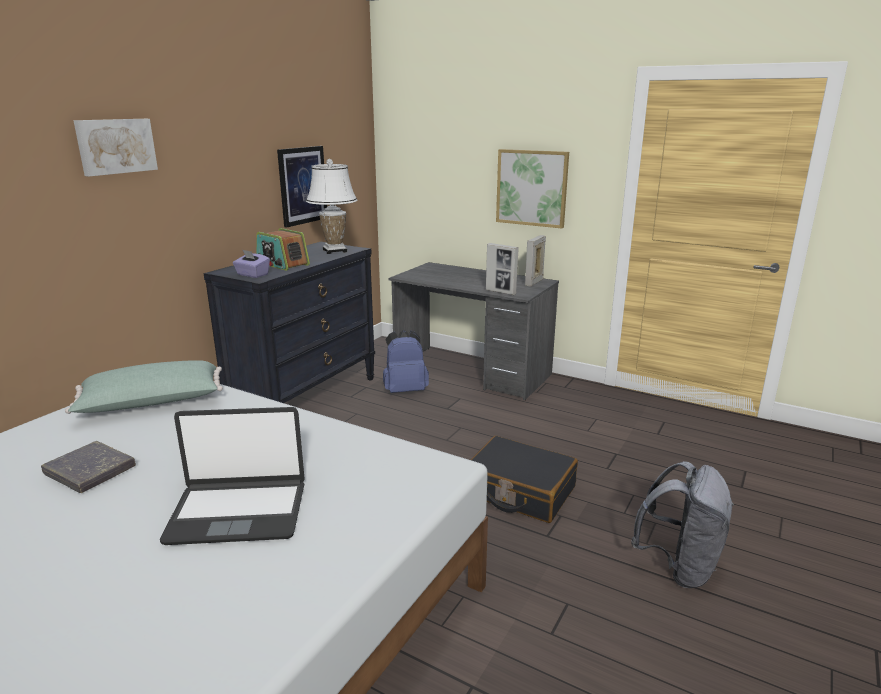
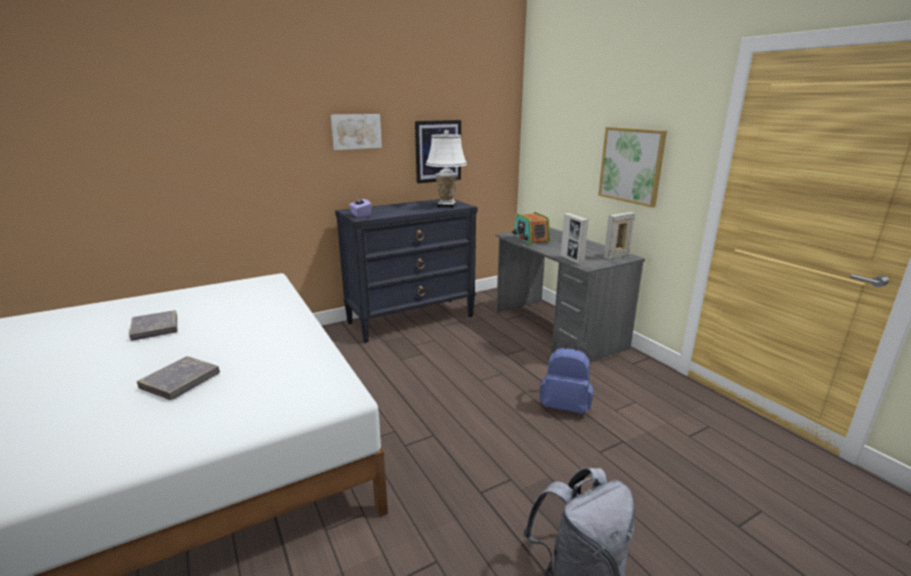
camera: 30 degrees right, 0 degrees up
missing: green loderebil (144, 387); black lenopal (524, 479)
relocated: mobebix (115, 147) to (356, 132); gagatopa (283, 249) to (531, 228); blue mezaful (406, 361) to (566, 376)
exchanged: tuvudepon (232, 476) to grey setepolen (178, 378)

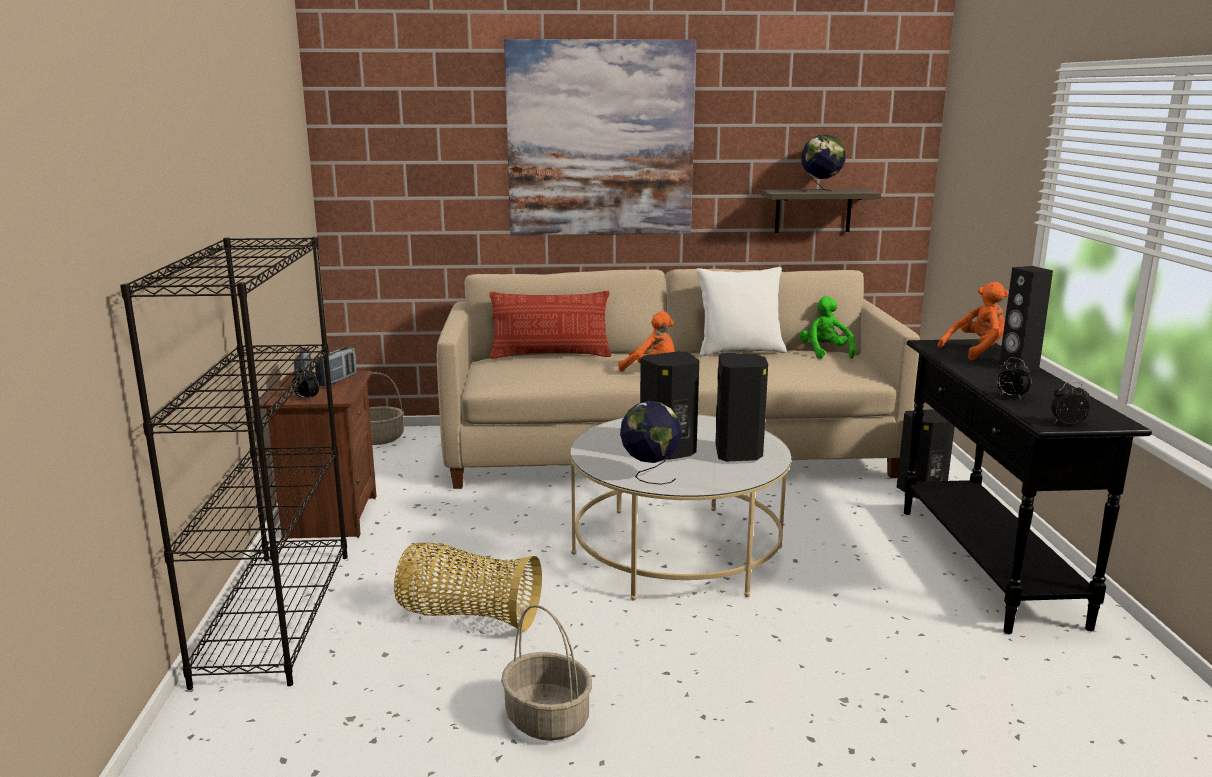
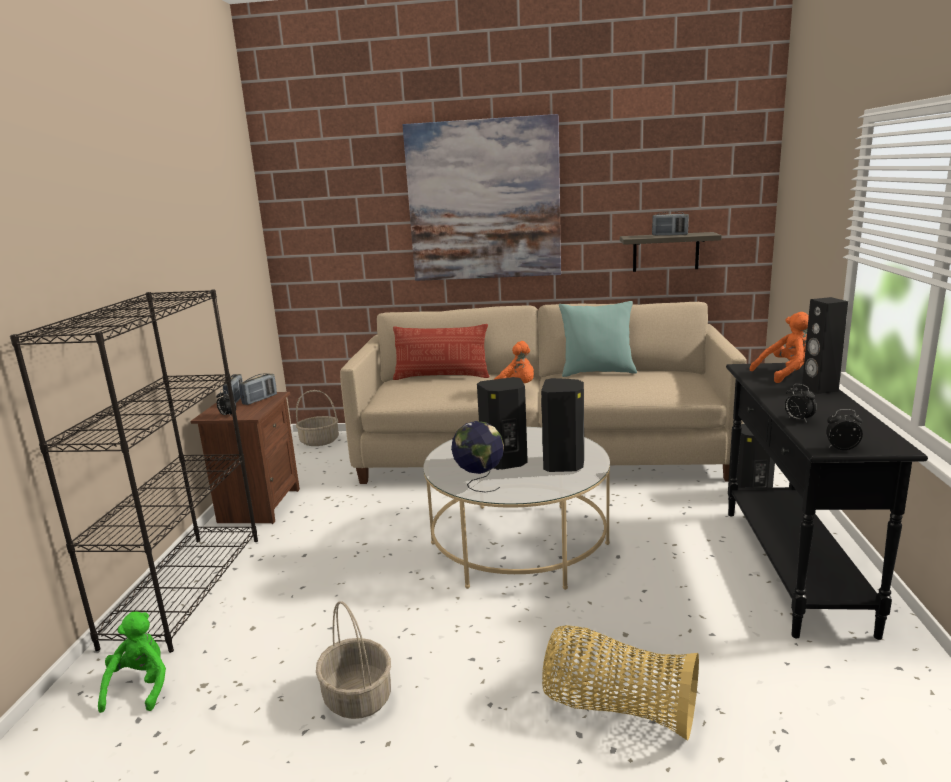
camera: 10 degrees right, 0 degrees up
relocated: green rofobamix (827, 327) to (132, 662); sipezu (468, 587) to (620, 682)
exchanged: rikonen (823, 162) to gagatopa (670, 223)
colour: white loderebil (741, 311) to turquoise loderebil (598, 339)

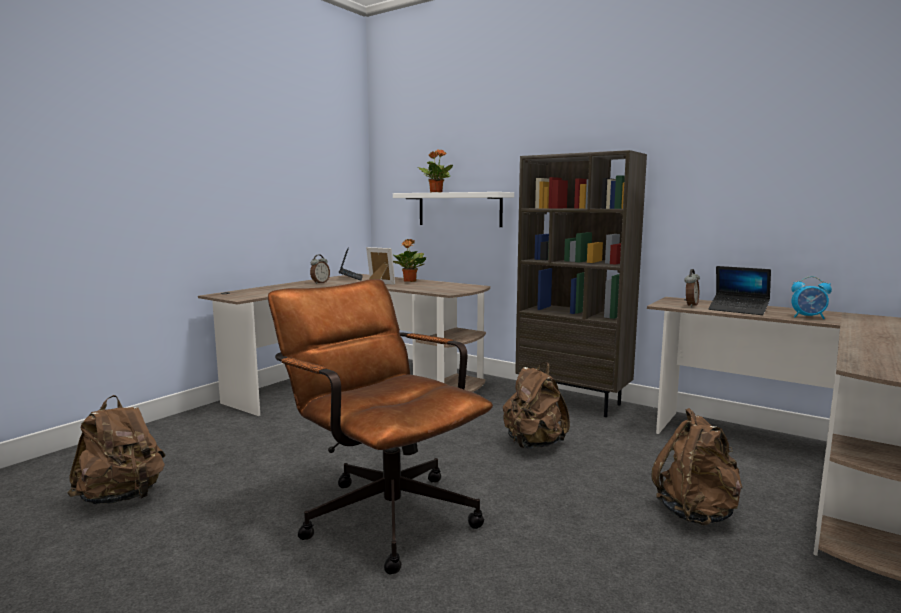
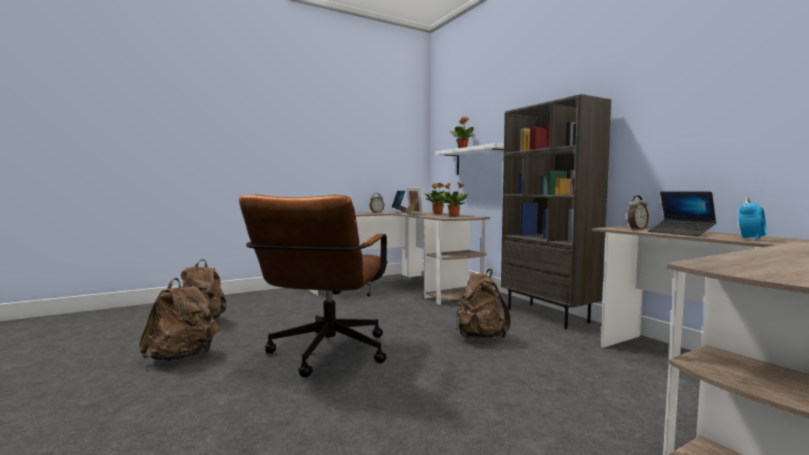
camera: 25 degrees right, 5 degrees down
appeared: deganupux (454, 199)
relocated: brown mezaful (696, 466) to (179, 320)
spun: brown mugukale (380, 427) = (313, 286) 150 degrees counterclockwise; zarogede (811, 297) = (752, 219) 90 degrees counterclockwise

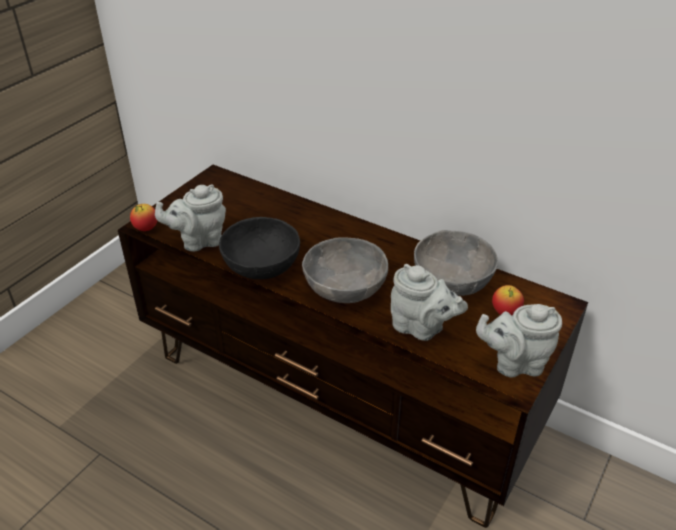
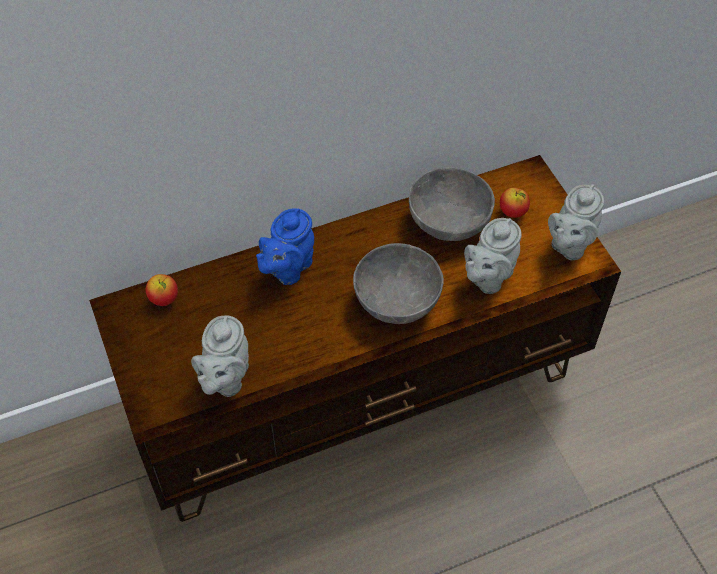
camera: 55 degrees left, 15 degrees up
missing: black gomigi (259, 248)
appeared: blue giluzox (285, 246)
relocated: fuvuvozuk (144, 217) to (162, 290)
spun: grey giluzox (429, 302) = (493, 256) 150 degrees clockwise

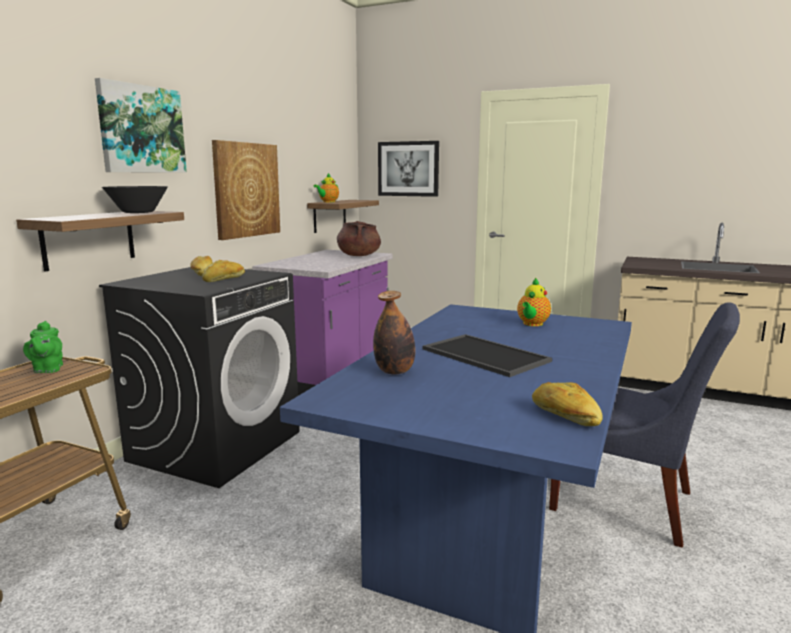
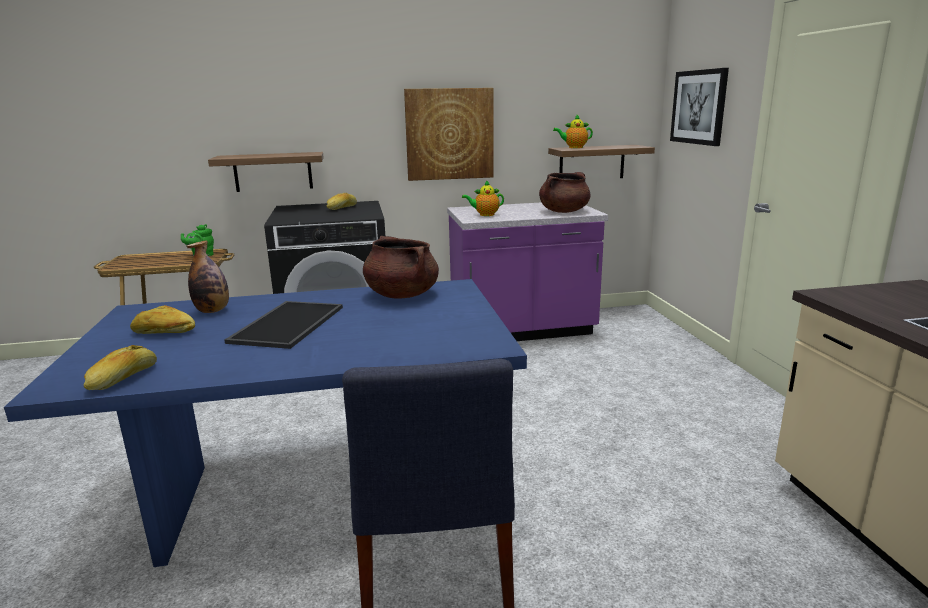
camera: 55 degrees right, 5 degrees up
missing: mobebix (141, 125); black gomigi (135, 199)
appeared: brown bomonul (401, 267)
relocated: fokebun (223, 271) to (162, 319); giluzox (534, 302) to (483, 198)

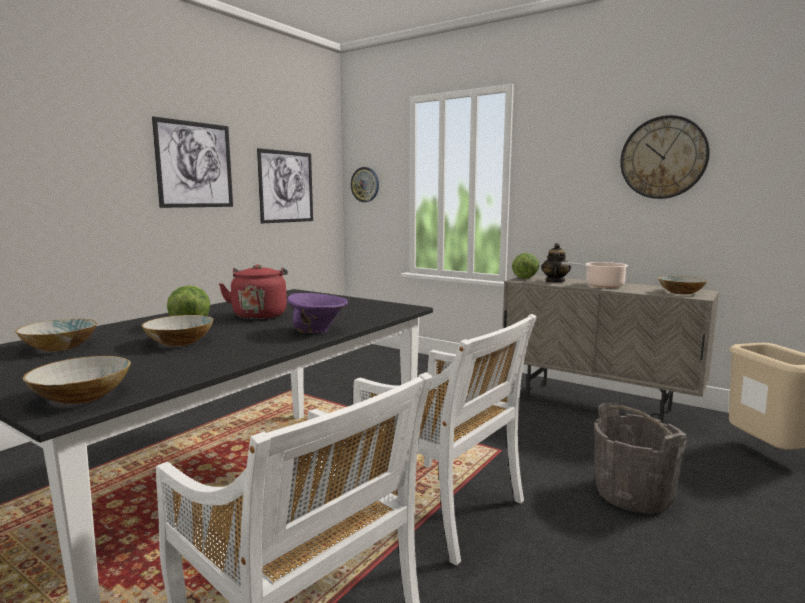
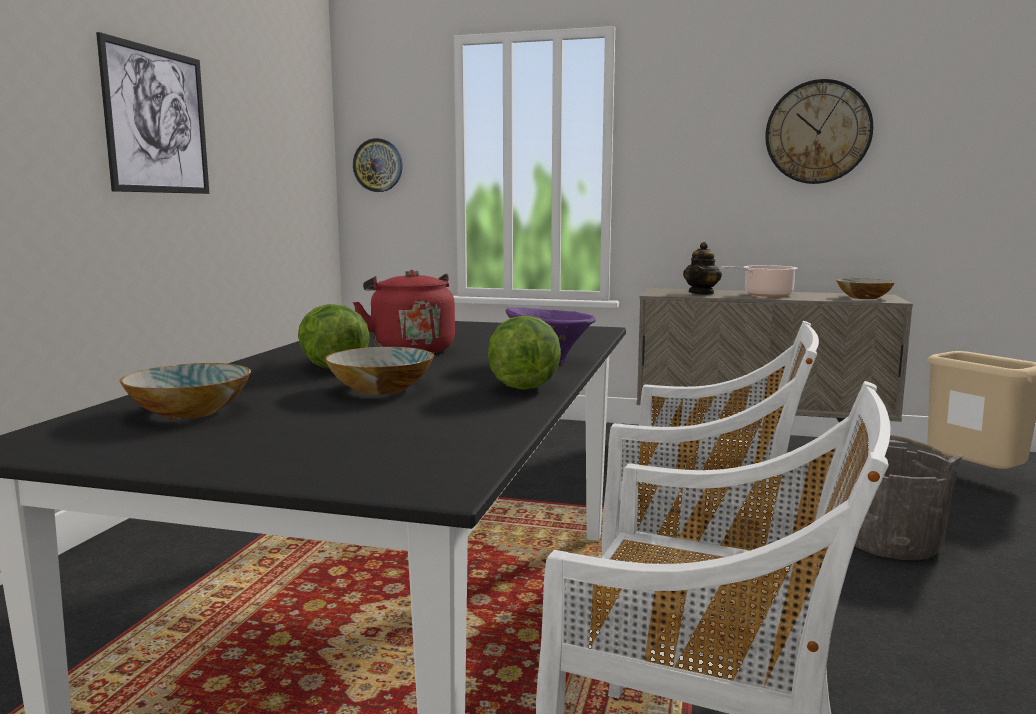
camera: 20 degrees left, 0 degrees up
missing: gomigi (76, 380); mobebix (285, 185)
relocated: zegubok (525, 266) to (524, 353)
spun: giluzox (556, 262) = (702, 268) 150 degrees counterclockwise

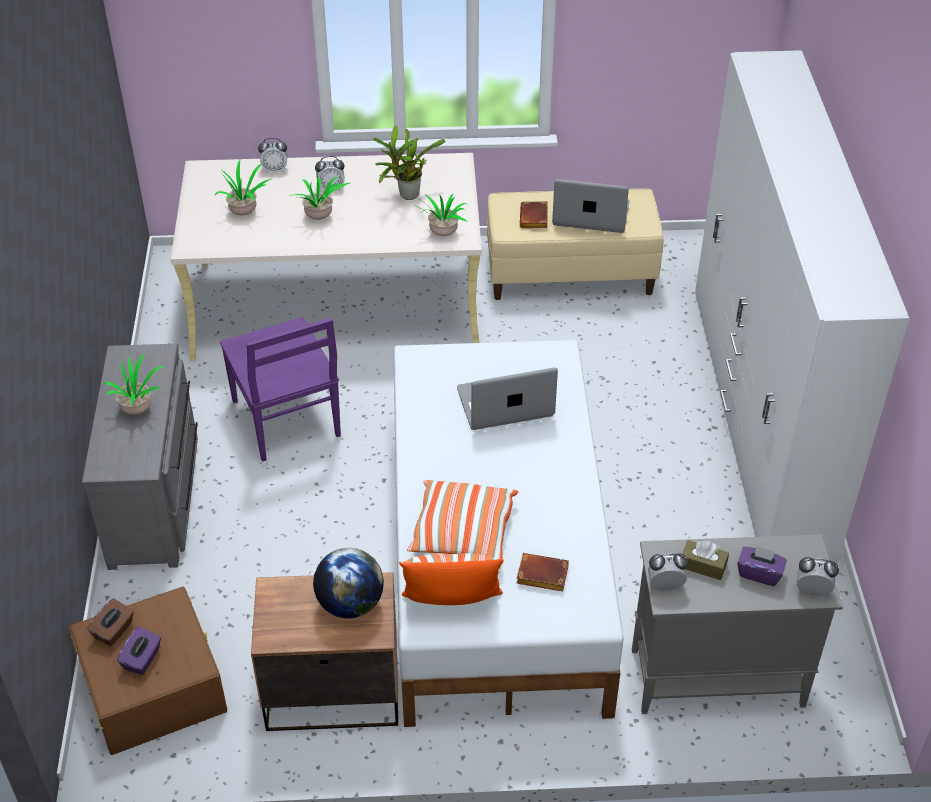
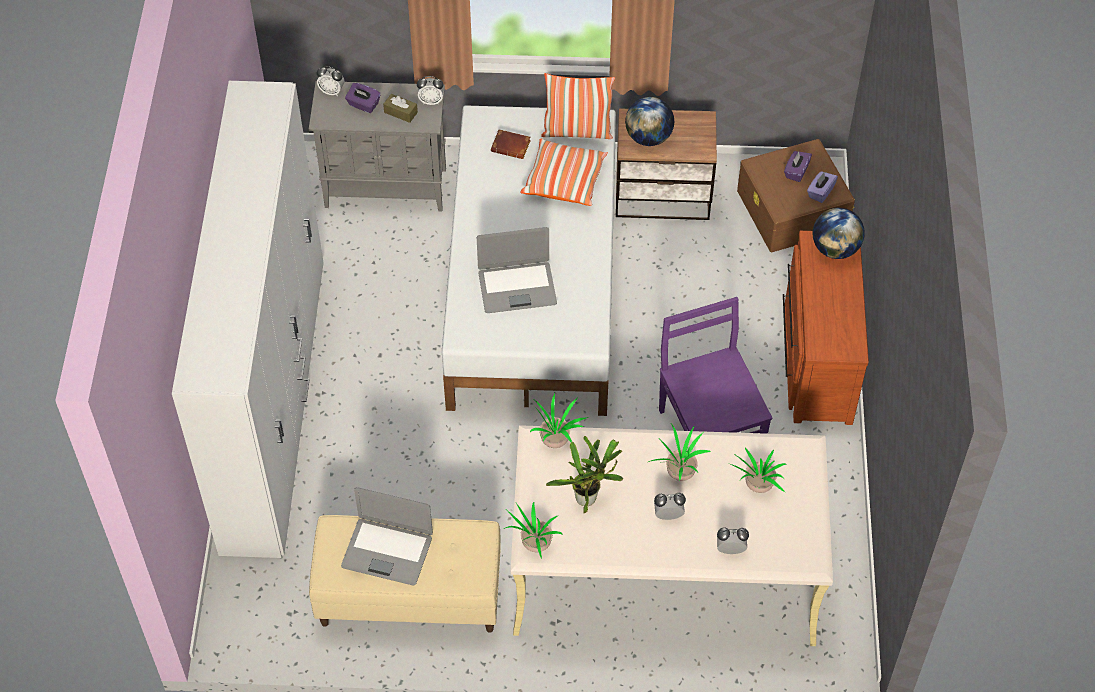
camera: 175 degrees left, 10 degrees up
missing: brown setepolen (534, 214)
appeared: rikonen (839, 233)
relocated: deganupux (134, 383) to (533, 530)
colour: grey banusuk (140, 457) to brown banusuk (826, 328); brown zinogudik (110, 622) to purple zinogudik (822, 187)

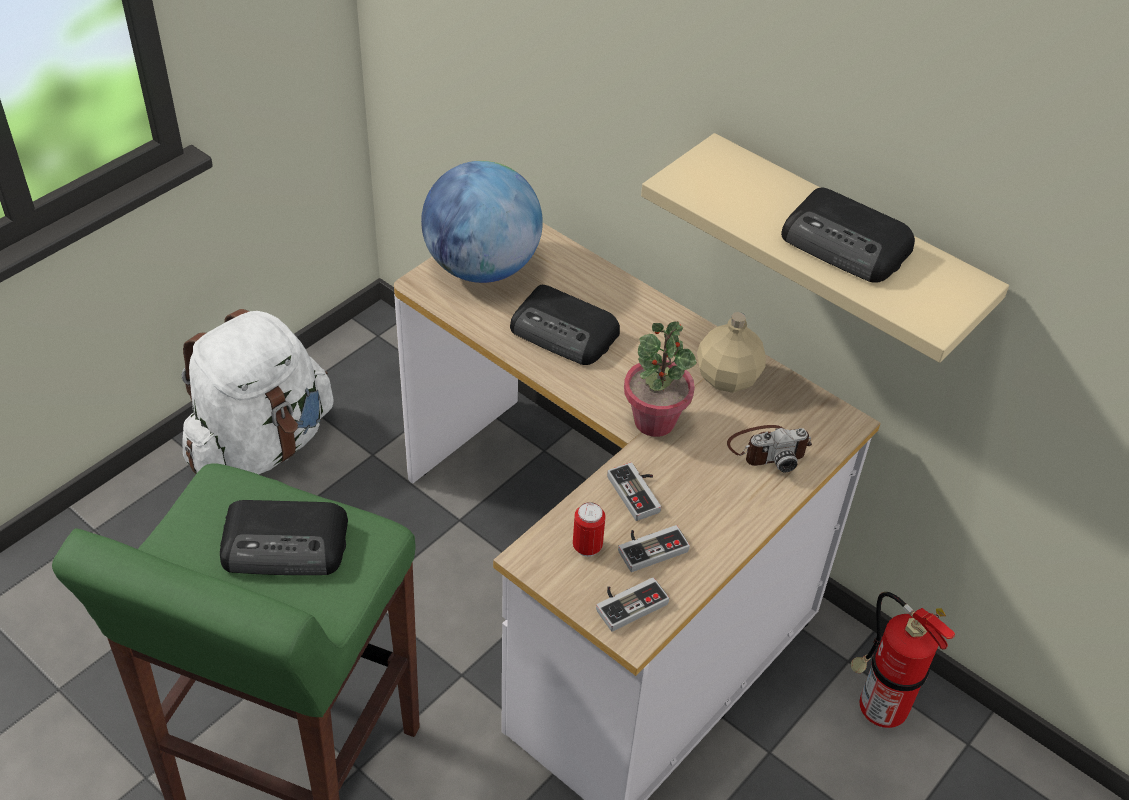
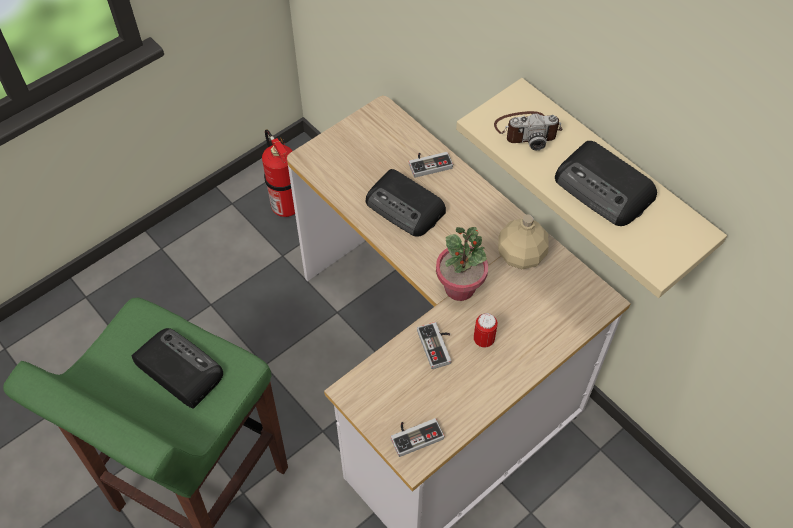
camera: 10 degrees right, 10 degrees up
missing: white mezaful (257, 391); rikonen (482, 222)
relocated: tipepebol (902, 660) to (278, 173); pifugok (654, 548) to (431, 165); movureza (589, 529) to (486, 330); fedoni (769, 449) to (528, 131)
spun: gagatopa (284, 537) = (177, 368) 150 degrees counterclockwise

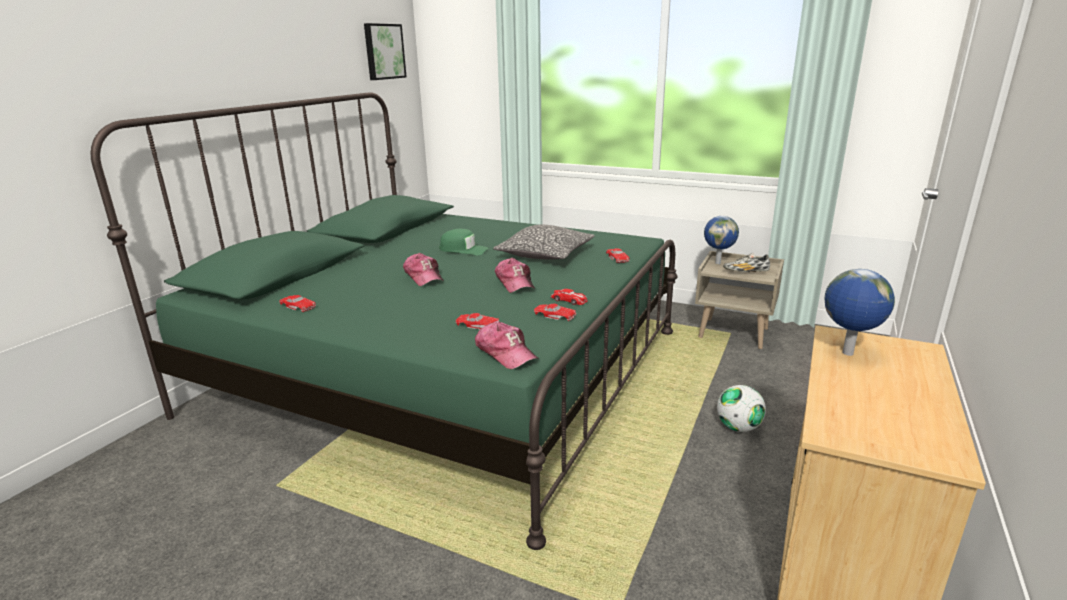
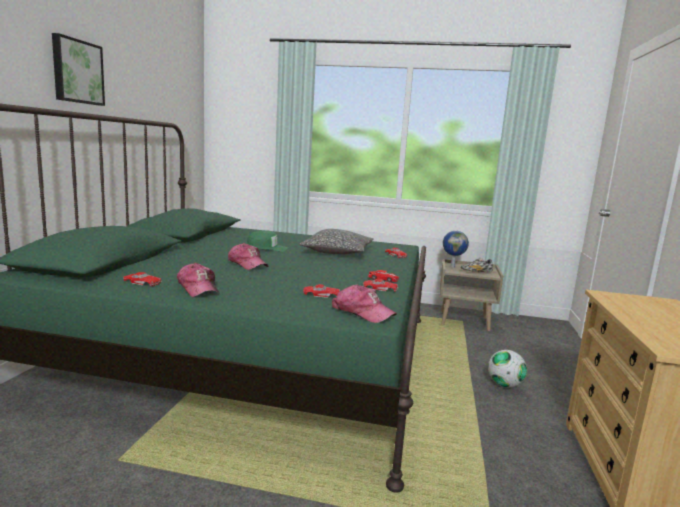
camera: 15 degrees left, 10 degrees down
missing: rikonen (860, 312)
relocated: mobebix (385, 51) to (78, 69); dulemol (515, 275) to (198, 280)

